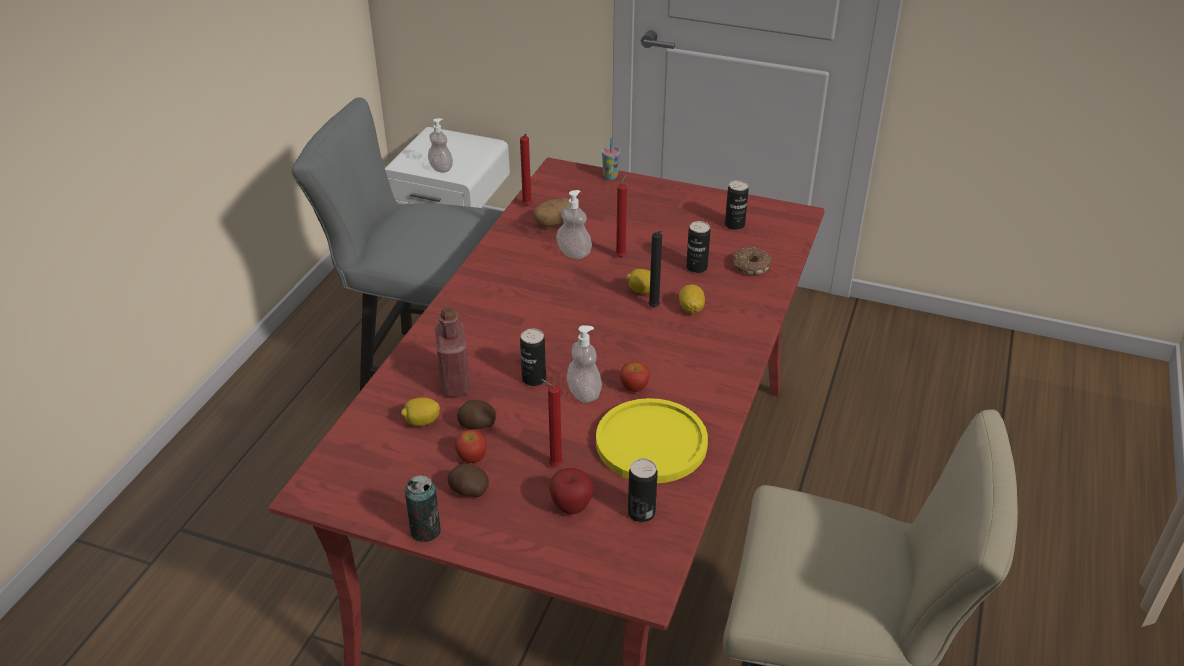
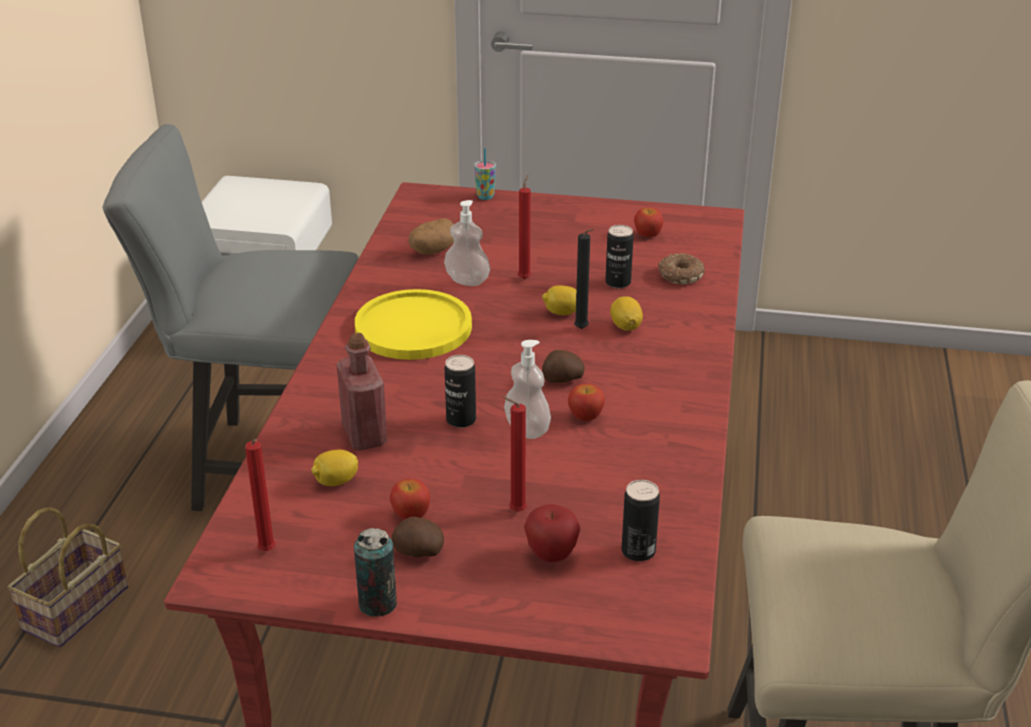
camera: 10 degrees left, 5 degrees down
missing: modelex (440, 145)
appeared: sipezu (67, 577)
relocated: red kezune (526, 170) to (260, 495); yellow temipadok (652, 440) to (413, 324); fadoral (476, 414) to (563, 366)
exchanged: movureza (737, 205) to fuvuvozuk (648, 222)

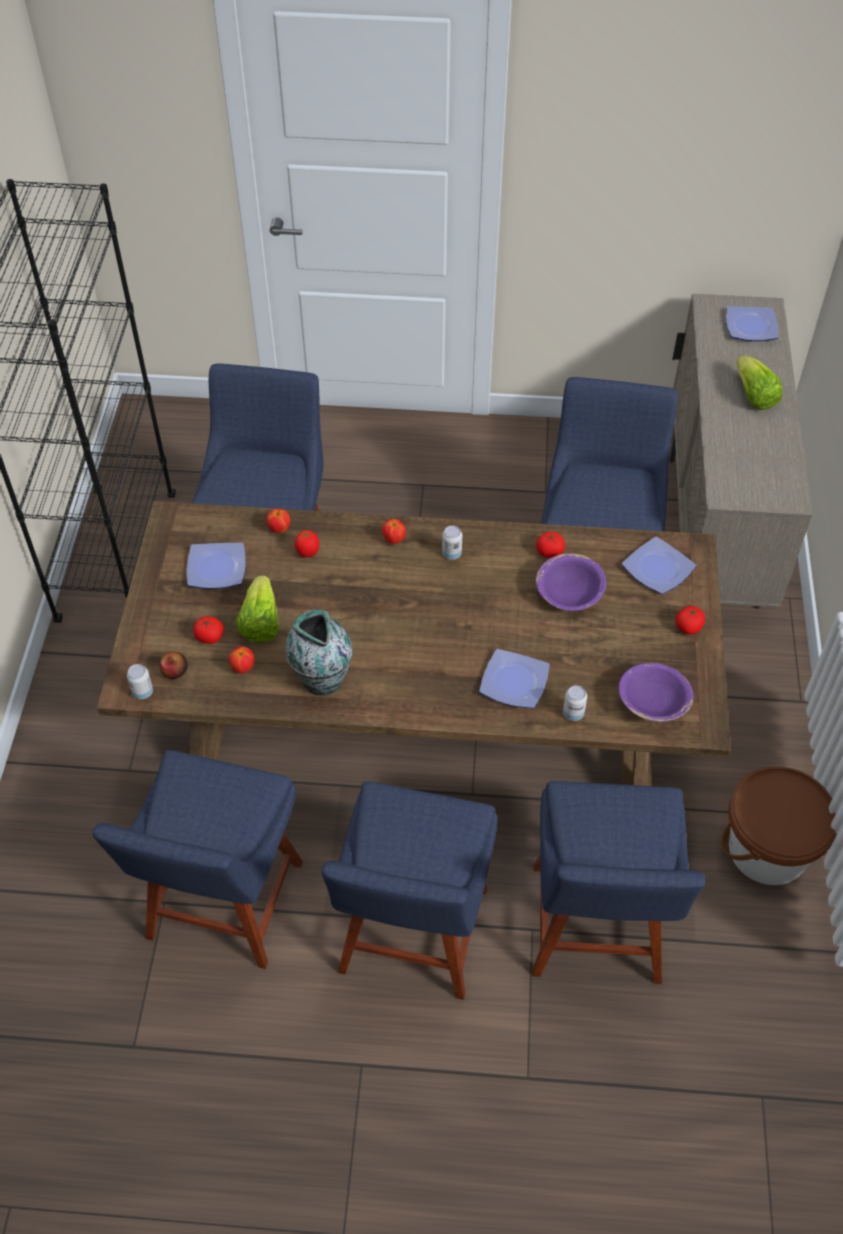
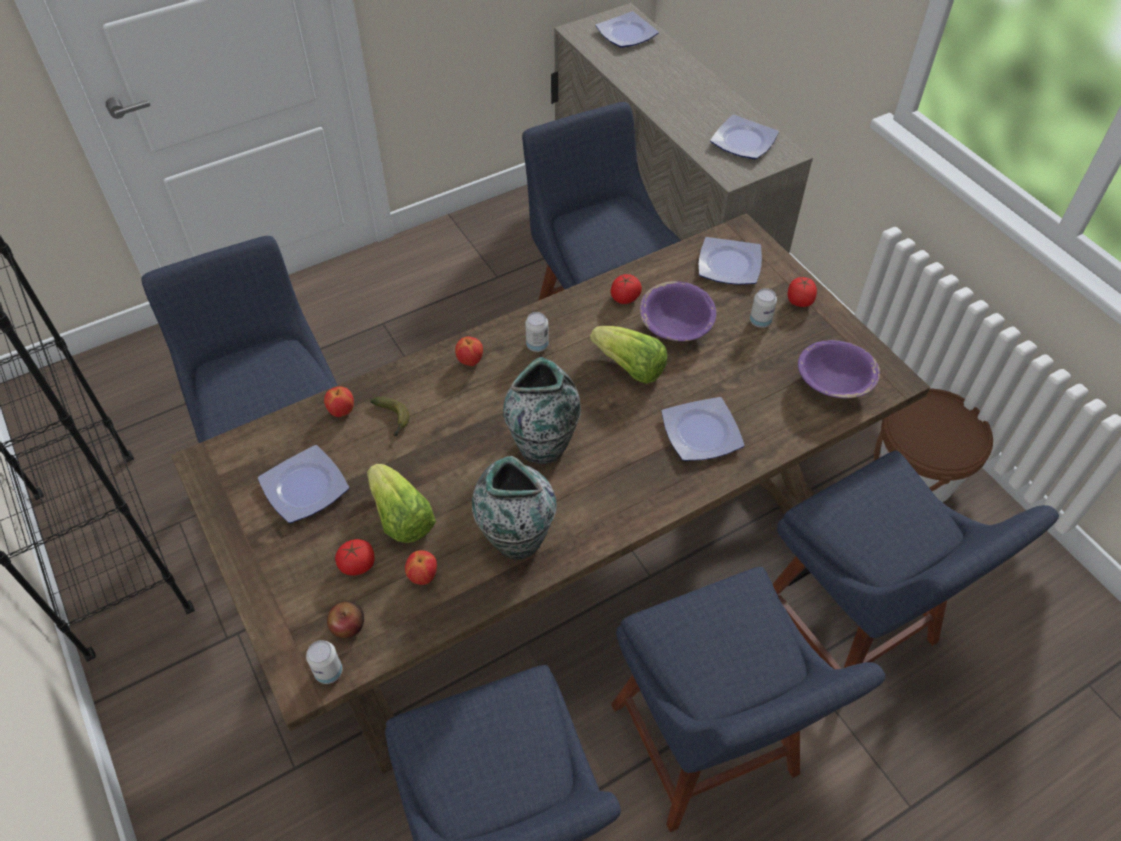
camera: 35 degrees left, 0 degrees up
appeared: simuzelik (542, 410); temipadok (744, 137)
relocated: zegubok (759, 382) to (628, 355); movureza (575, 703) to (763, 308)
exchanged: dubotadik (307, 543) to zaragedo (389, 417)

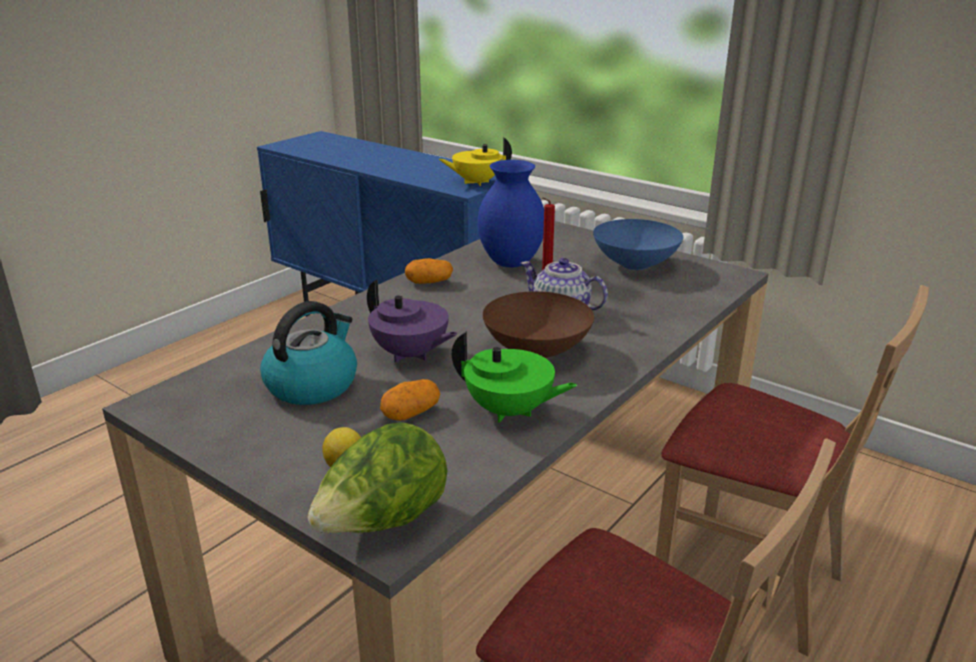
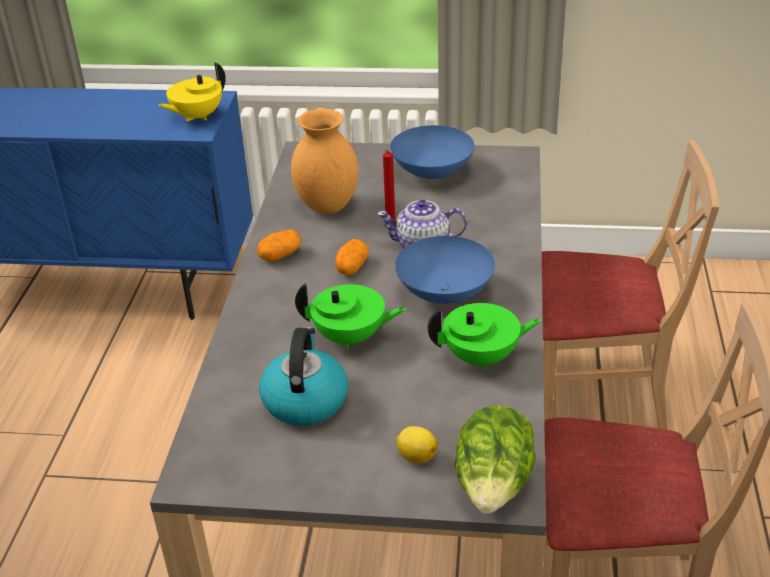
camera: 30 degrees left, 10 degrees up
relocated: fadoral (410, 400) to (352, 257)
colour: blue simuzelik (511, 214) to brown simuzelik (325, 161); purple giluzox (412, 320) to green giluzox (350, 316); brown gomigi (538, 324) to blue gomigi (445, 270)

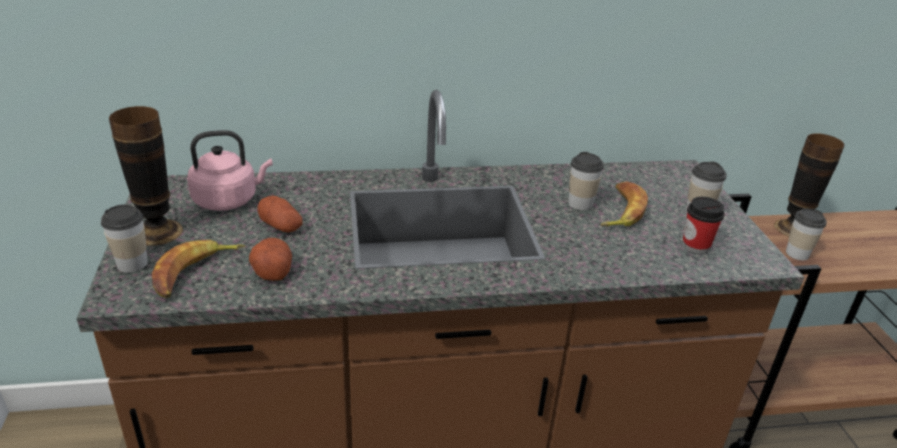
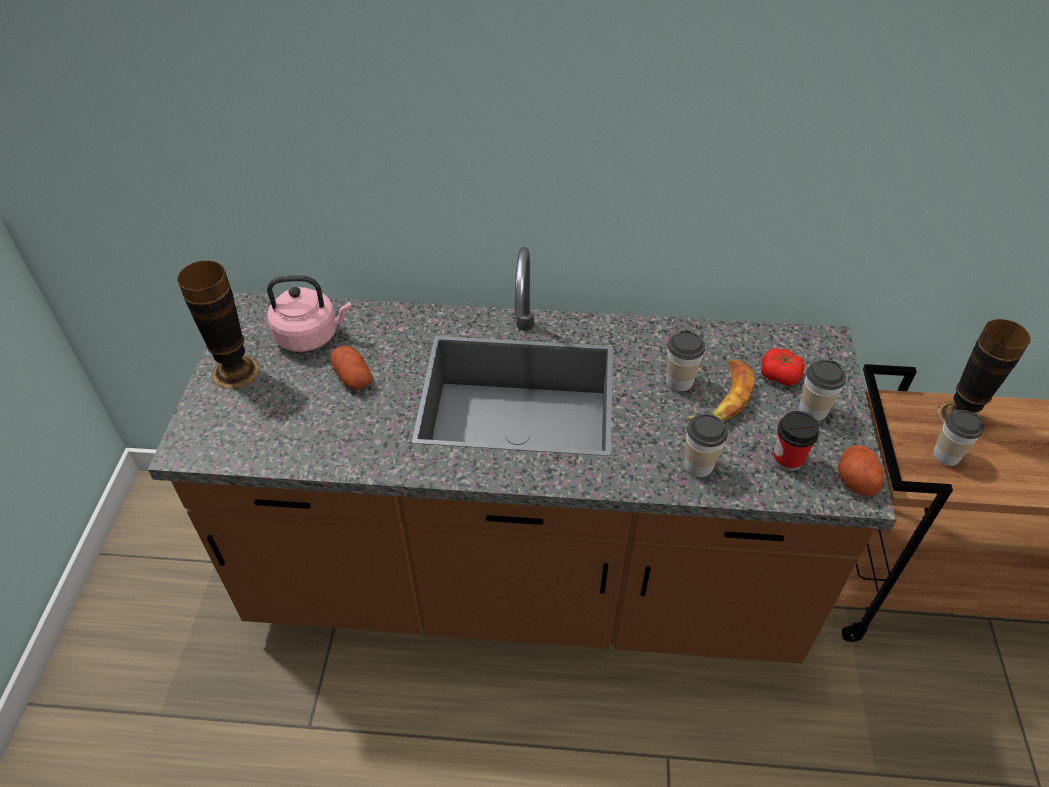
camera: 15 degrees right, 15 degrees up
missing: zaragedo (199, 269)
appeared: dubotadik (783, 367)
relocated: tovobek (124, 238) to (706, 445); fadoral (270, 259) to (861, 470)

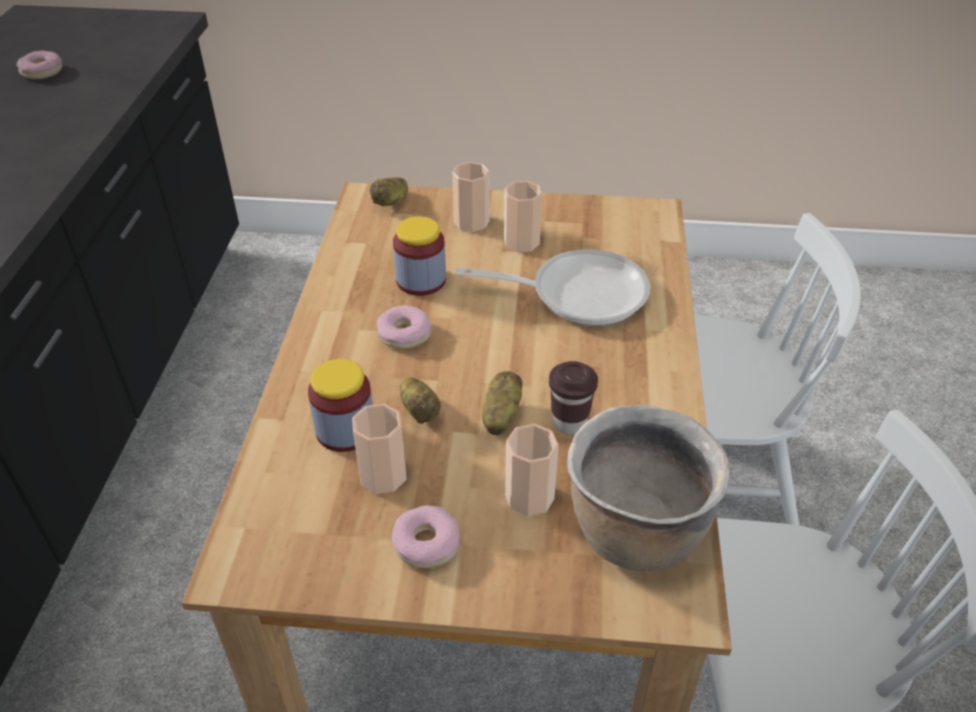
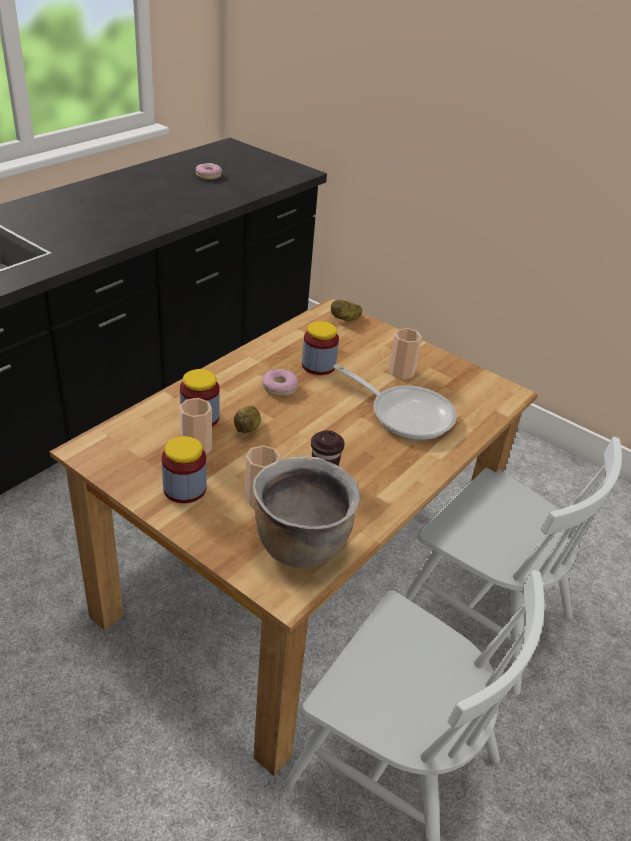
camera: 30 degrees right, 5 degrees down
missing: tovobek (470, 197); fadoral (502, 403)
exchanged: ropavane (426, 536) to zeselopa (184, 469)

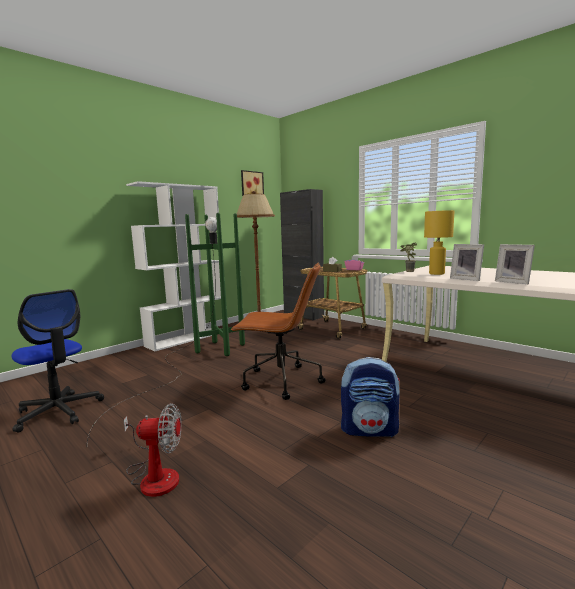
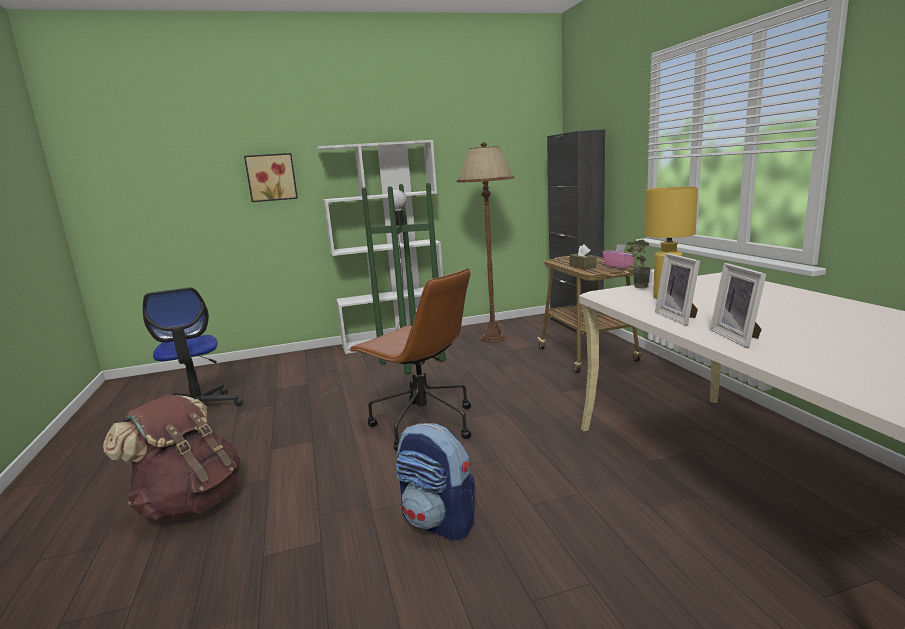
camera: 30 degrees right, 5 degrees up
relocated: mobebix (252, 183) to (271, 177)
exchanged: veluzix (153, 450) to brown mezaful (171, 458)

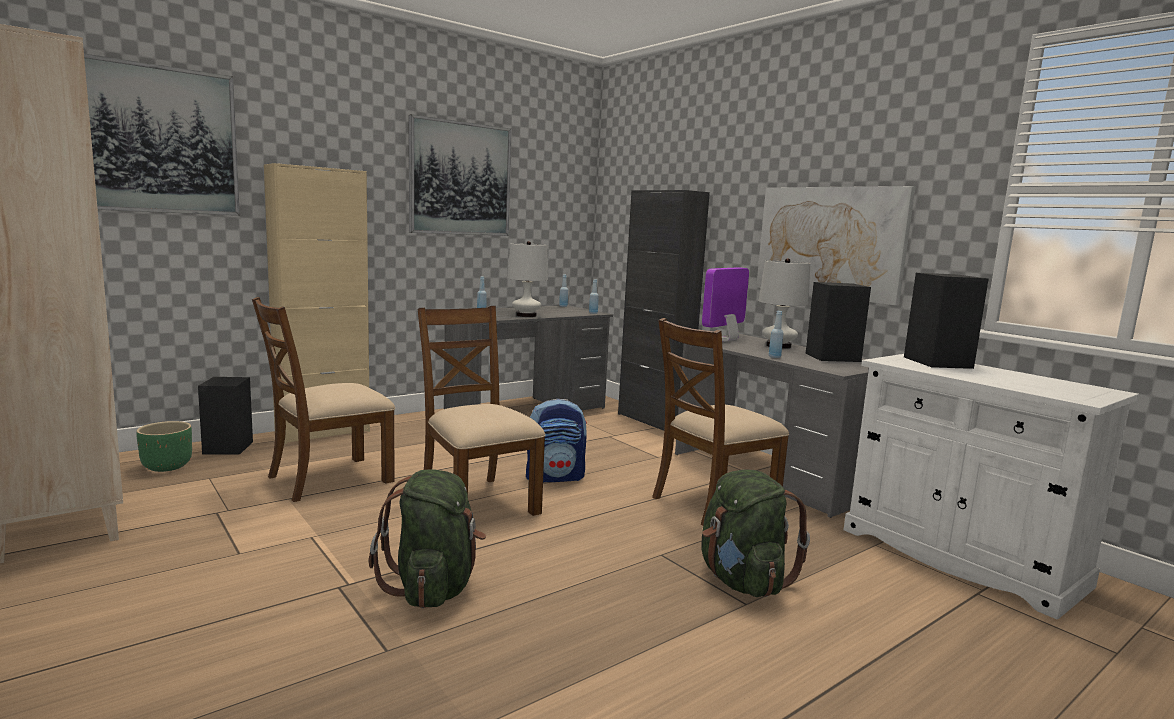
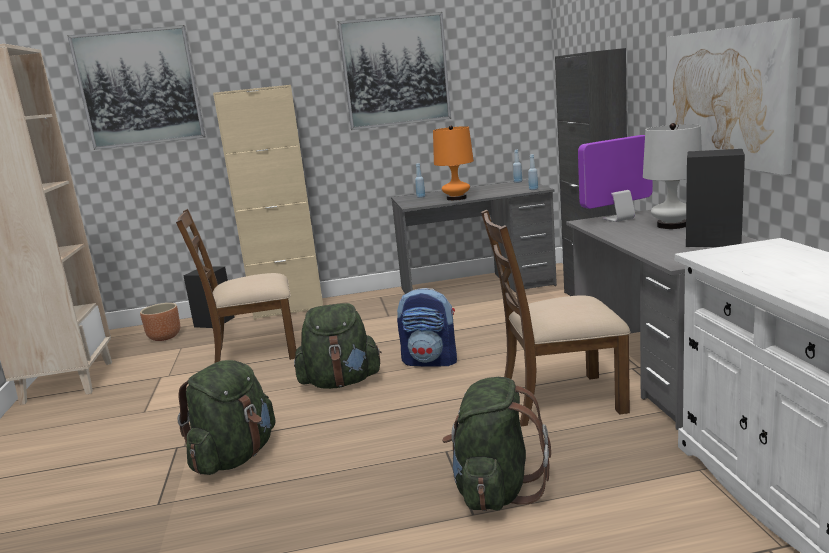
camera: 30 degrees right, 5 degrees up
missing: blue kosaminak (776, 334); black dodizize (946, 321)
exchanged: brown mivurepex (481, 411) to green mezaful (338, 346)
colour: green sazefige (164, 446) to brown sazefige (160, 322); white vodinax (527, 279) to orange vodinax (453, 163)

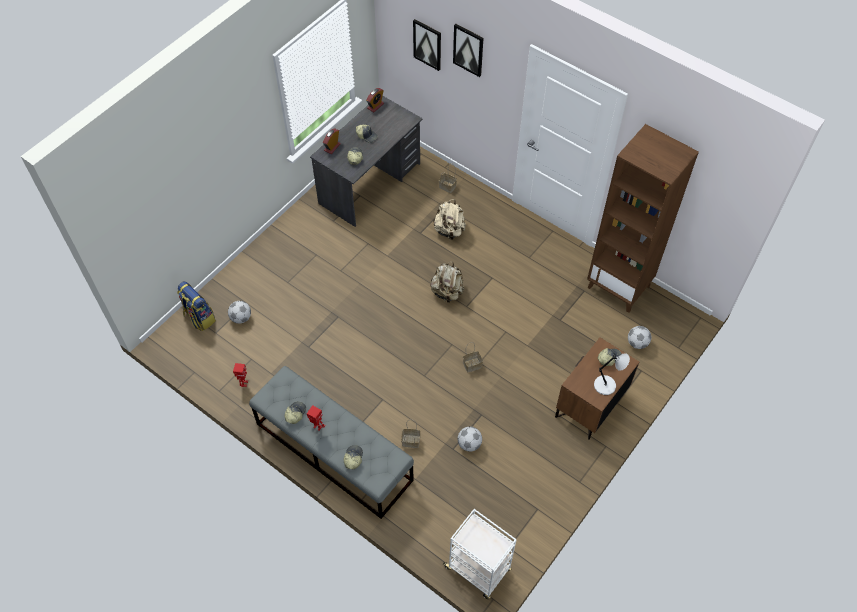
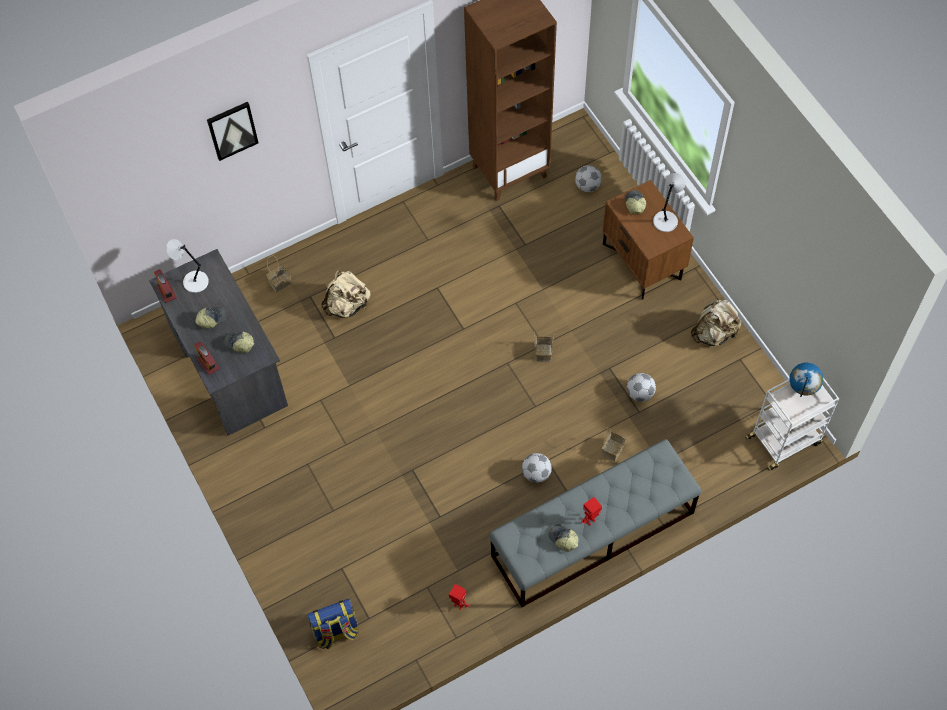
camera: 65 degrees left, 5 degrees up
missing: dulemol (353, 457); mobebix (427, 45)
appeared: white vodinax (187, 266); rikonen (806, 380)
relocated: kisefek (239, 312) to (537, 468); beige mezaful (447, 282) to (716, 322)

